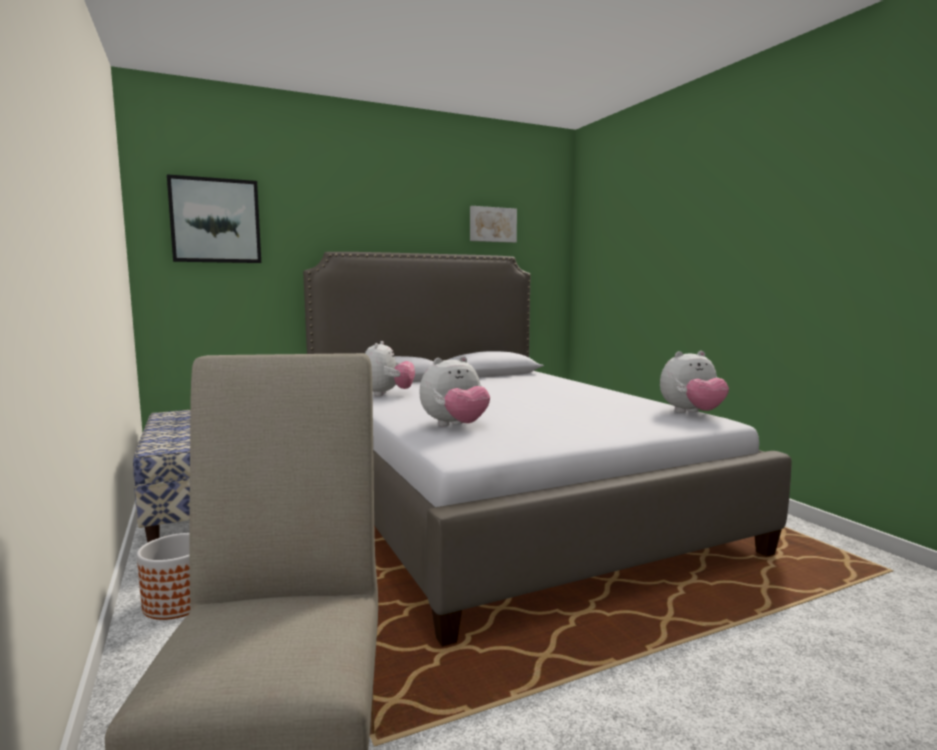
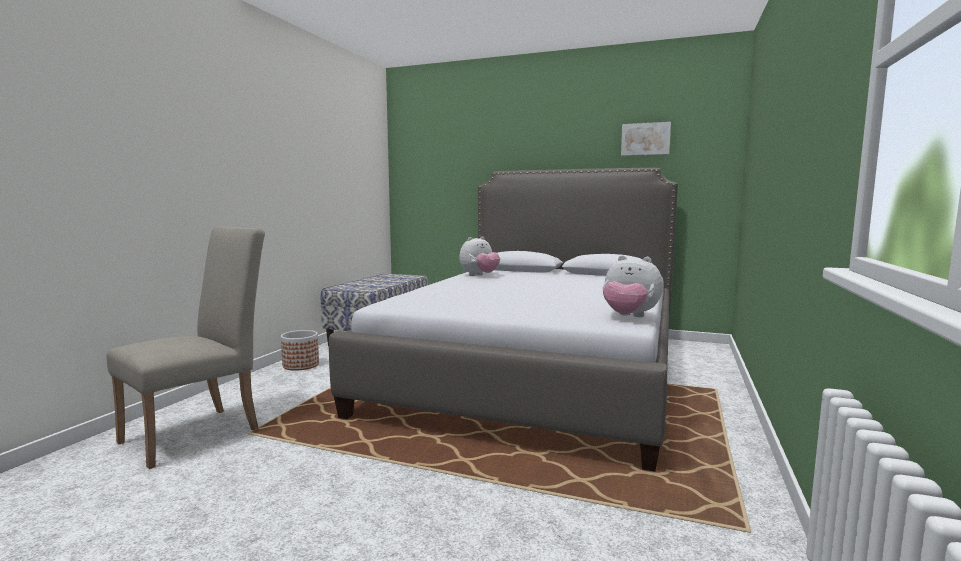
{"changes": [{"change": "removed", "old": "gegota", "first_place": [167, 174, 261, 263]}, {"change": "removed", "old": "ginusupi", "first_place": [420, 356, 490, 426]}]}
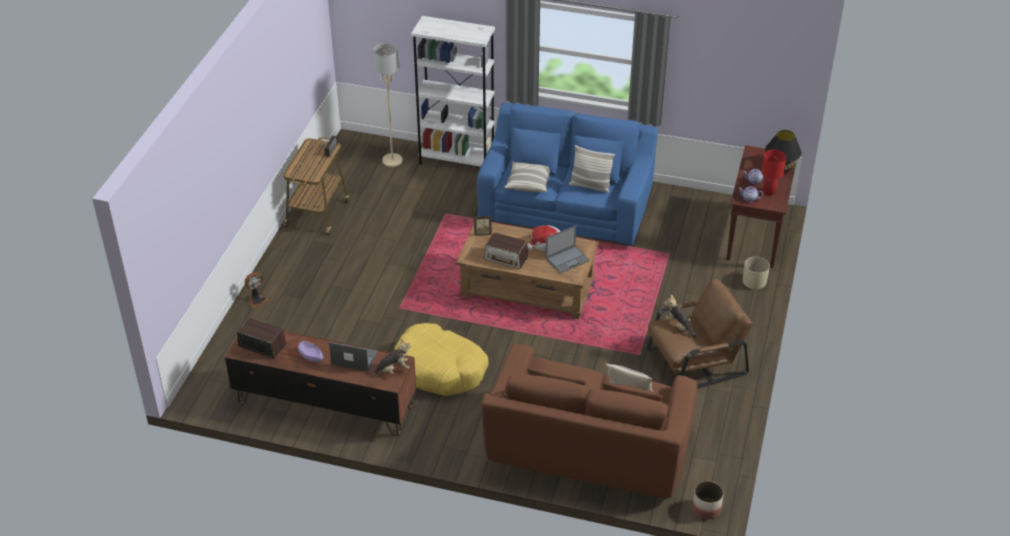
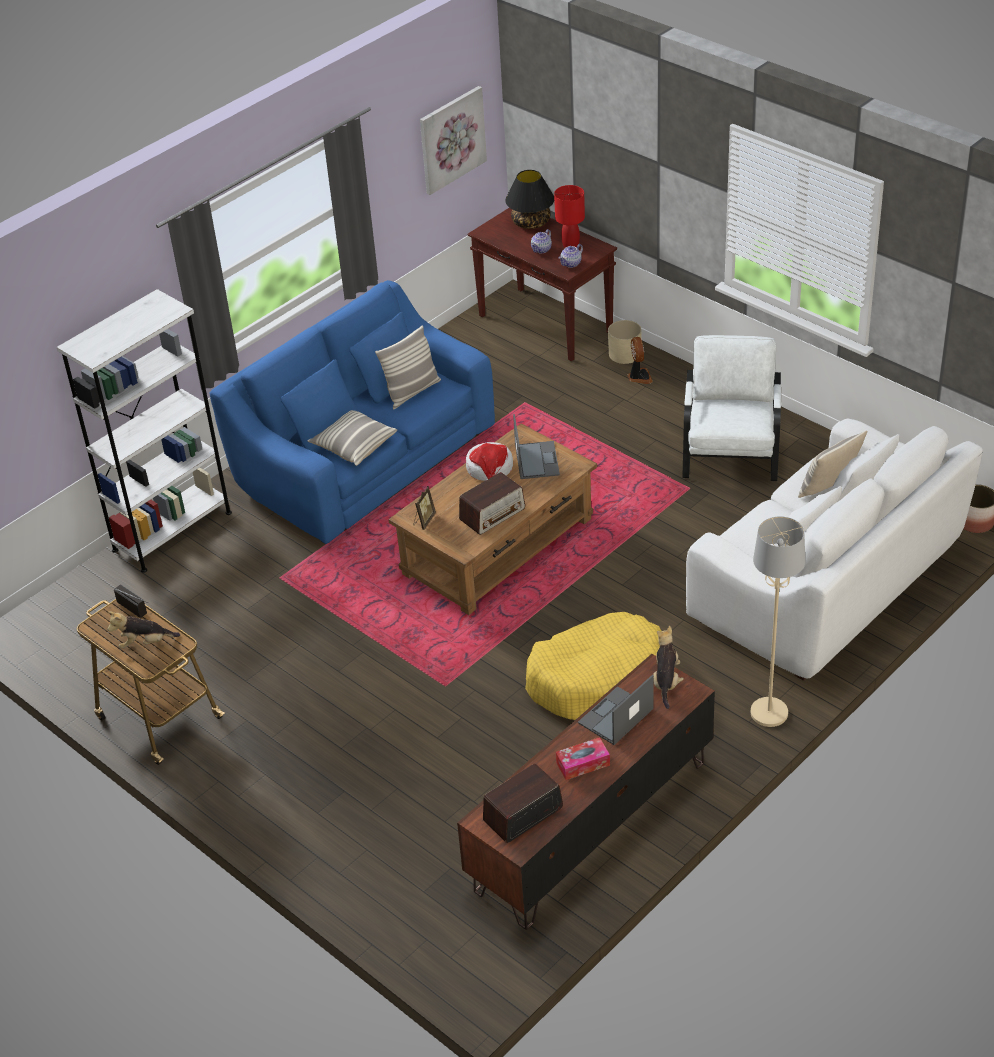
{"changes": [{"change": "added", "new": "gegota", "second_place": [420, 86, 487, 195]}, {"change": "moved", "old": "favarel", "first_place": [245, 272, 269, 308], "second_place": [627, 337, 653, 384]}, {"change": "moved", "old": "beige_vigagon", "first_place": [373, 43, 403, 167], "second_place": [750, 516, 805, 727]}, {"change": "moved", "old": "ginusupi", "first_place": [664, 294, 697, 338], "second_place": [107, 611, 180, 649]}, {"change": "replaced", "old": "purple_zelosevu", "new": "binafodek", "first_place": [298, 341, 323, 362], "second_place": [556, 737, 610, 780]}, {"change": "recoloured", "old": "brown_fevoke", "new": "white_fevoke", "first_place": [482, 344, 697, 499], "second_place": [686, 419, 983, 681]}, {"change": "recoloured", "old": "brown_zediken", "new": "white_zediken", "first_place": [647, 279, 752, 389], "second_place": [682, 335, 781, 481]}]}
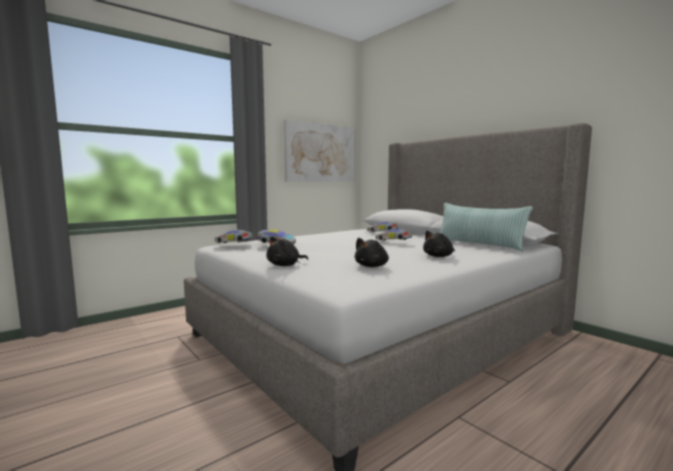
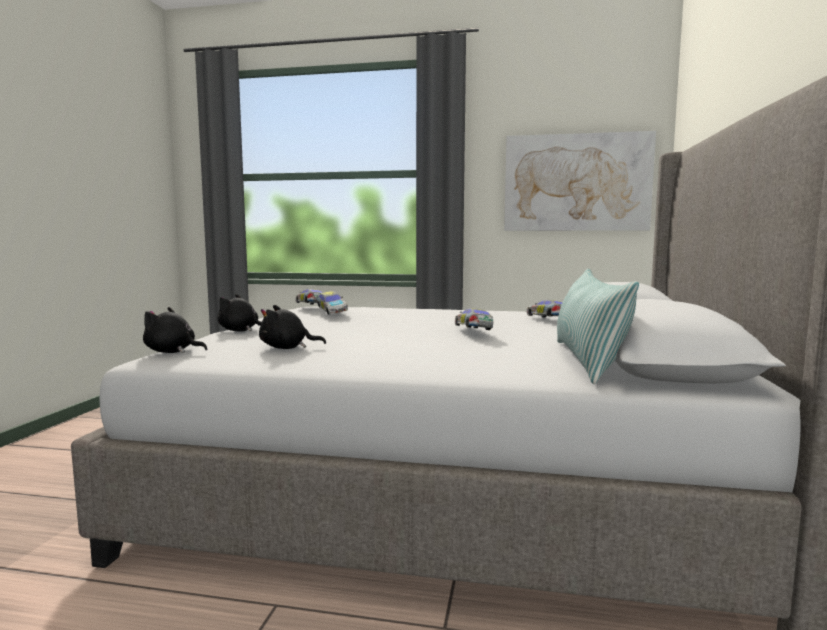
{"changes": [{"change": "moved", "old": "black_ginusupi", "first_place": [423, 231, 455, 257], "second_place": [143, 307, 207, 353]}]}
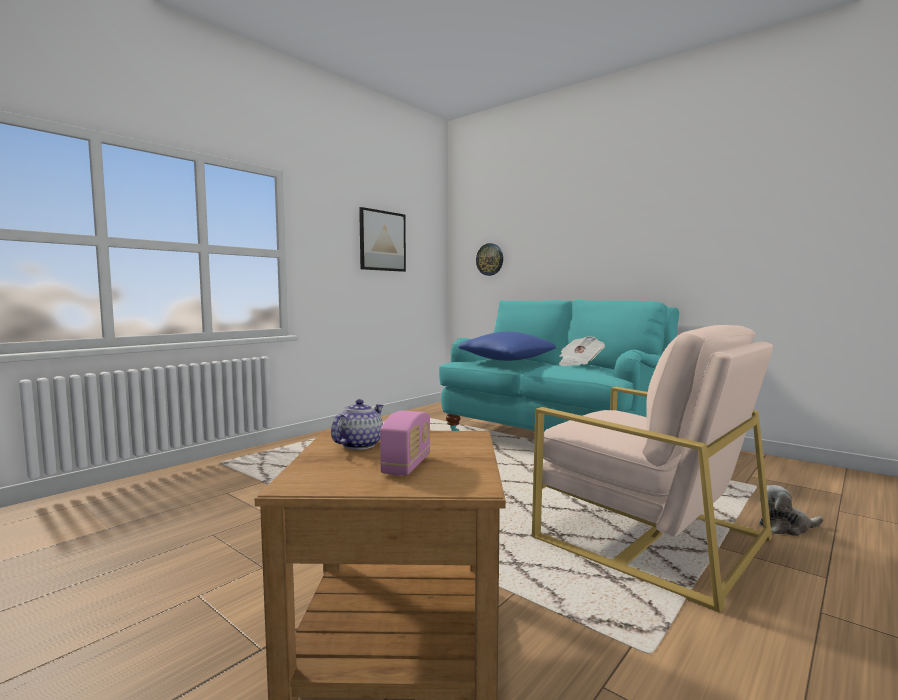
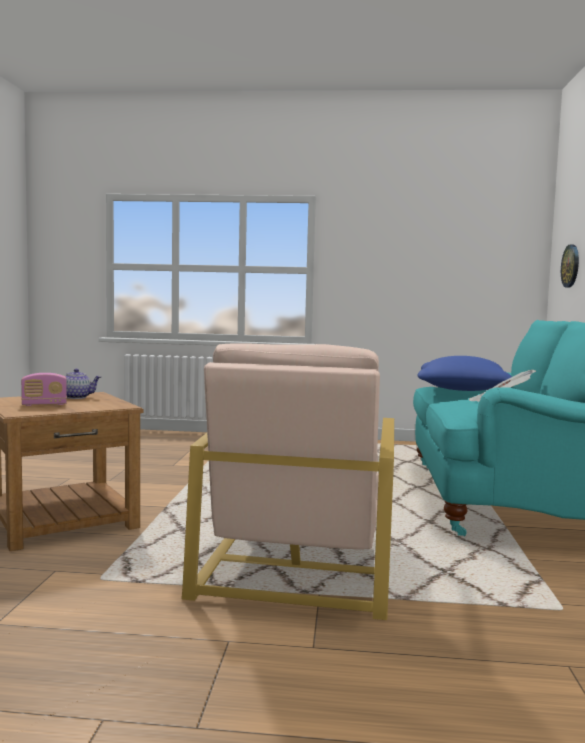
{"changes": [{"change": "removed", "old": "gegota", "first_place": [359, 207, 406, 272]}, {"change": "removed", "old": "ginusupi", "first_place": [760, 485, 823, 536]}]}
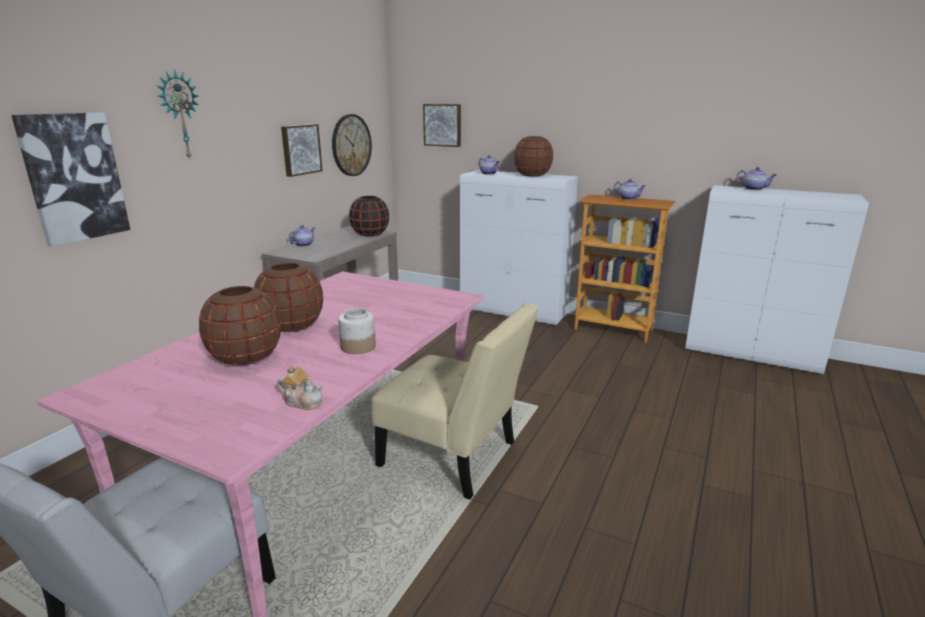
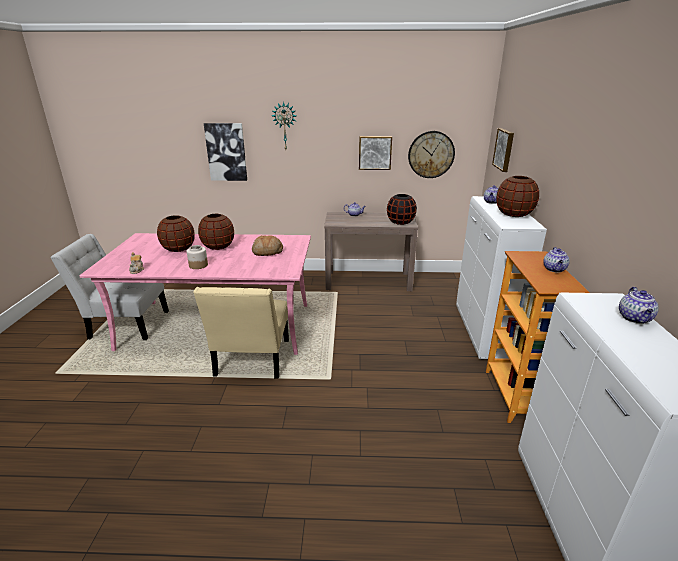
{"changes": [{"change": "added", "new": "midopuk", "second_place": [252, 235, 283, 256]}]}
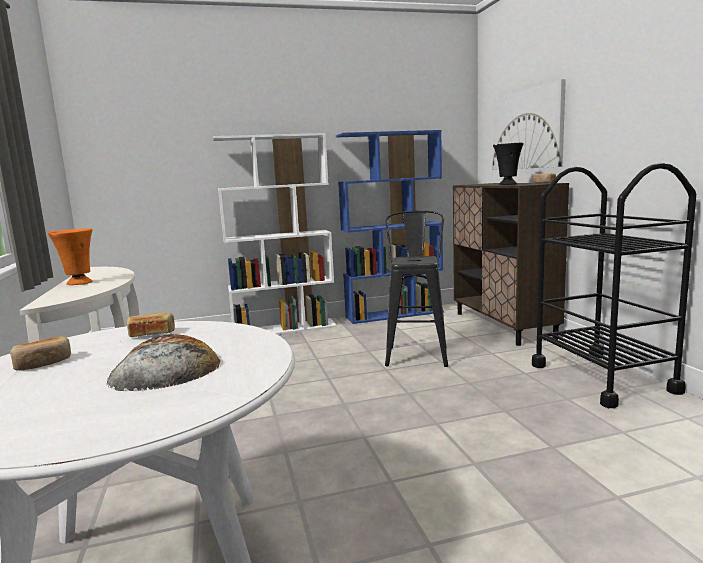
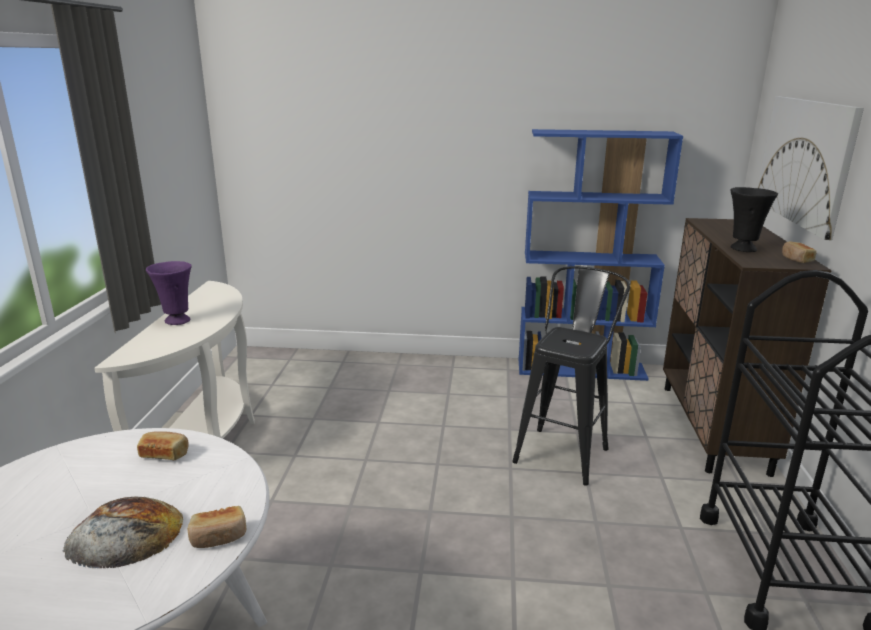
{"changes": [{"change": "removed", "old": "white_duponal", "first_place": [213, 133, 337, 335]}, {"change": "moved", "old": "midopuk", "first_place": [10, 337, 71, 370], "second_place": [187, 506, 247, 548]}, {"change": "recoloured", "old": "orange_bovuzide", "new": "purple_bovuzide", "first_place": [47, 228, 93, 285], "second_place": [146, 261, 191, 325]}]}
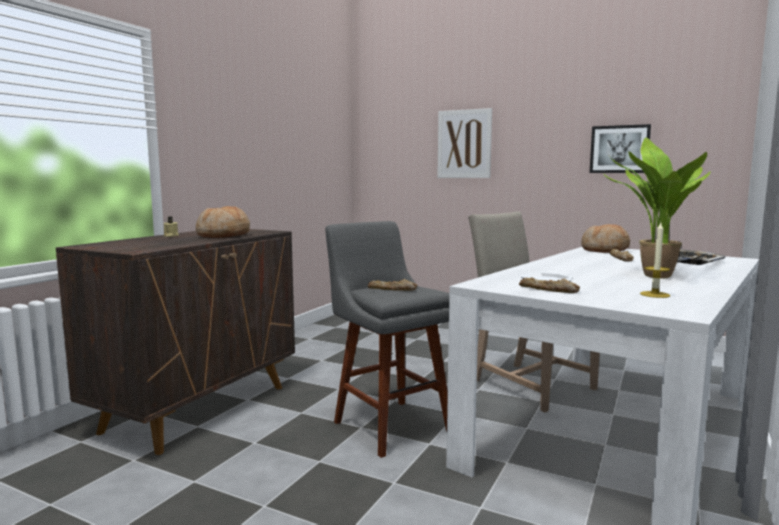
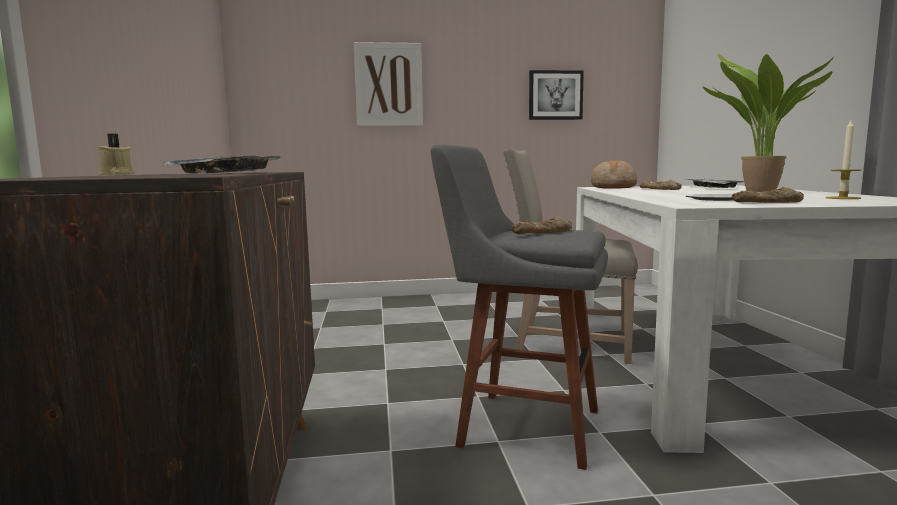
{"changes": [{"change": "replaced", "old": "midopuk", "new": "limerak", "first_place": [196, 206, 250, 238], "second_place": [163, 155, 280, 174]}]}
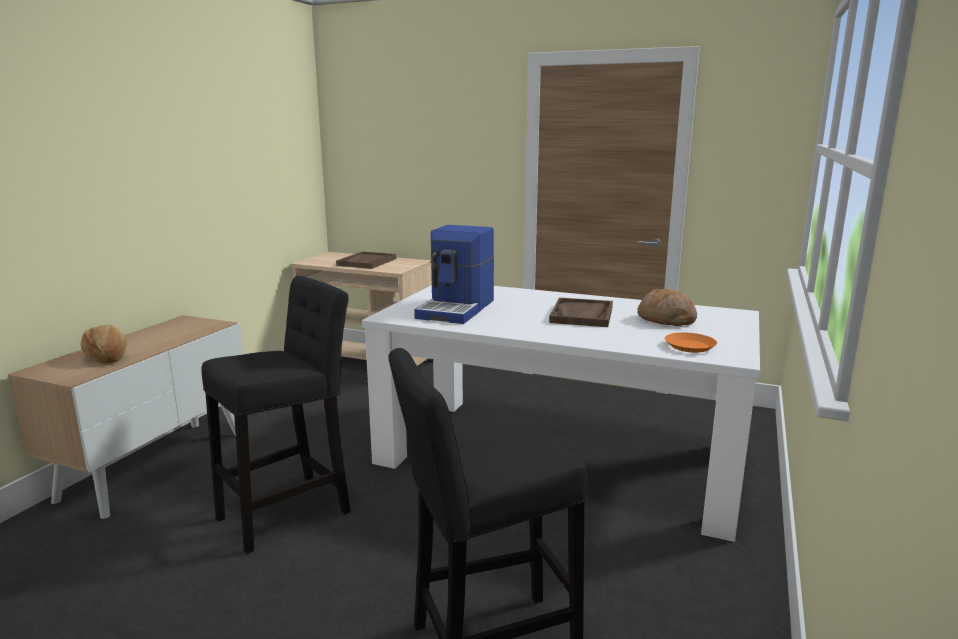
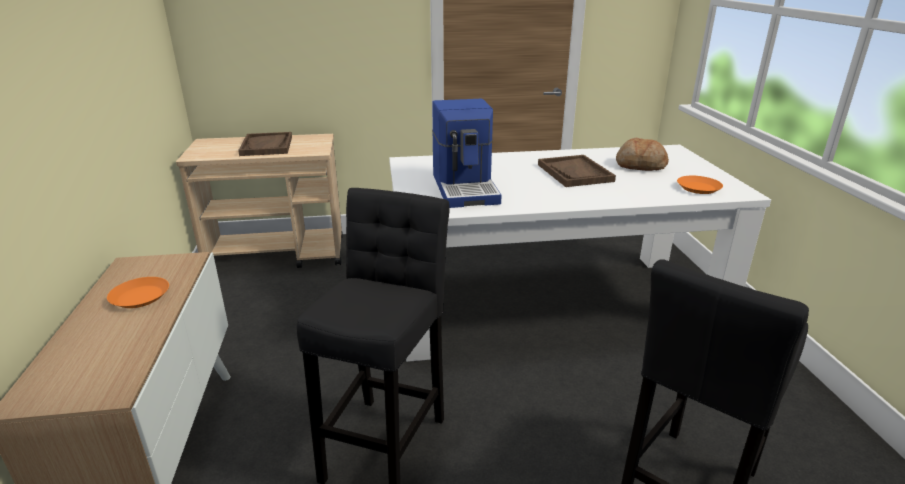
{"changes": [{"change": "removed", "old": "midopuk", "first_place": [81, 324, 127, 364]}, {"change": "added", "new": "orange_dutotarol", "second_place": [107, 277, 169, 308]}]}
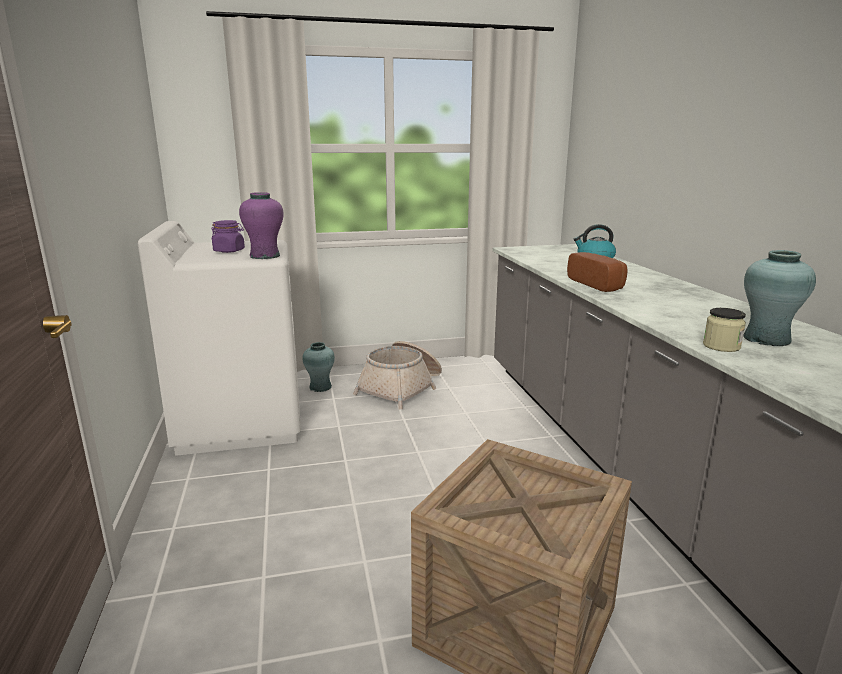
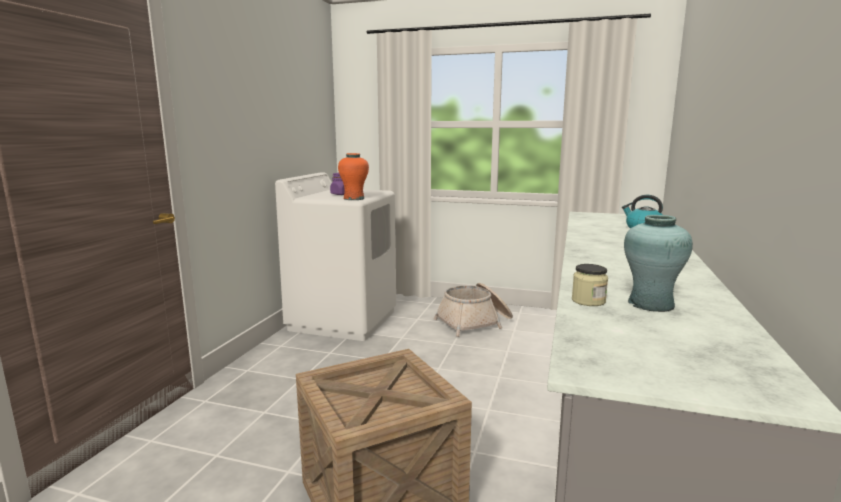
{"changes": [{"change": "removed", "old": "turquoise_bovuzide", "first_place": [302, 342, 335, 392]}, {"change": "removed", "old": "midopuk", "first_place": [567, 252, 627, 292]}, {"change": "recoloured", "old": "purple_bovuzide", "new": "orange_bovuzide", "first_place": [239, 192, 284, 259], "second_place": [338, 153, 369, 200]}]}
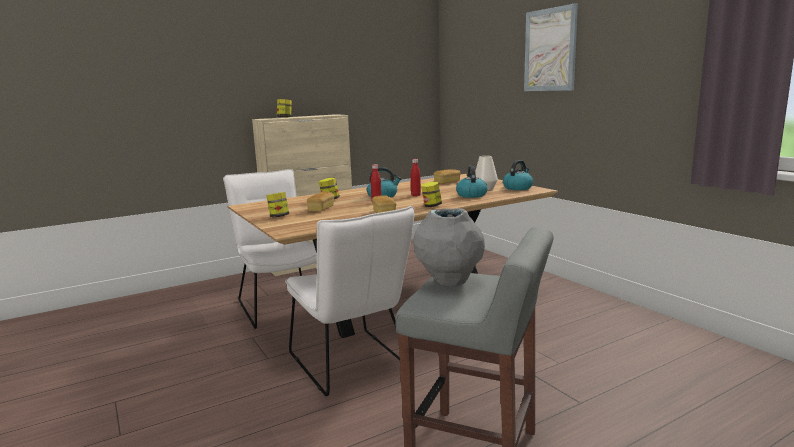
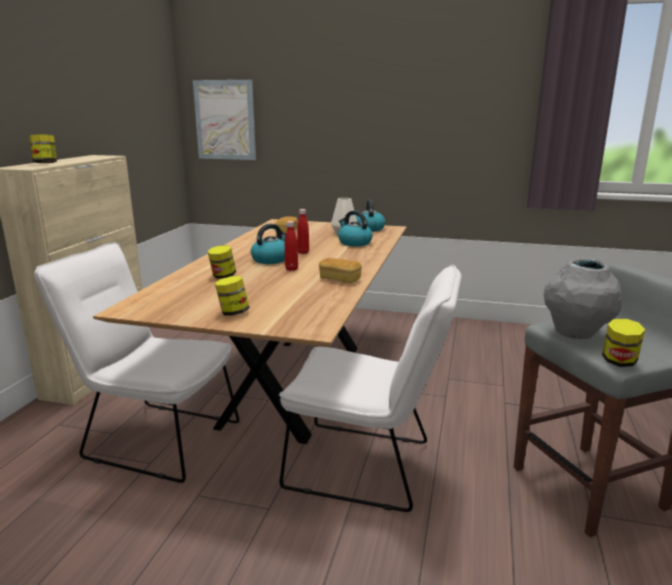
{"changes": [{"change": "removed", "old": "midopuk", "first_place": [307, 191, 334, 212]}, {"change": "moved", "old": "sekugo", "first_place": [421, 181, 442, 207], "second_place": [602, 318, 645, 367]}, {"change": "moved", "old": "gegota", "first_place": [524, 3, 578, 91], "second_place": [193, 80, 256, 160]}]}
